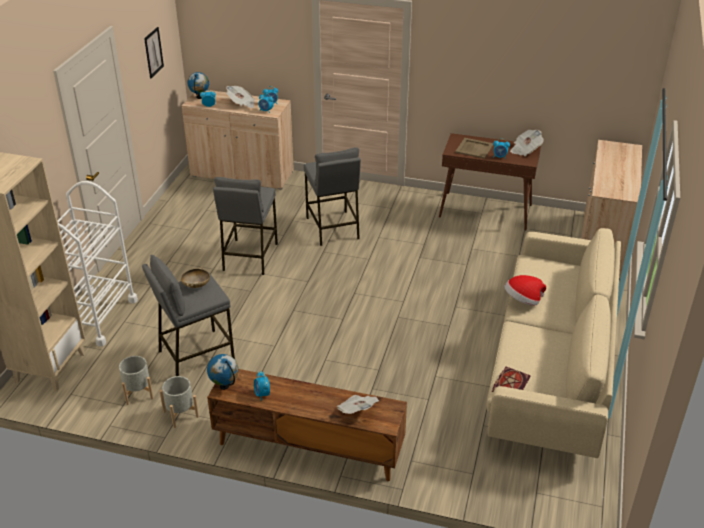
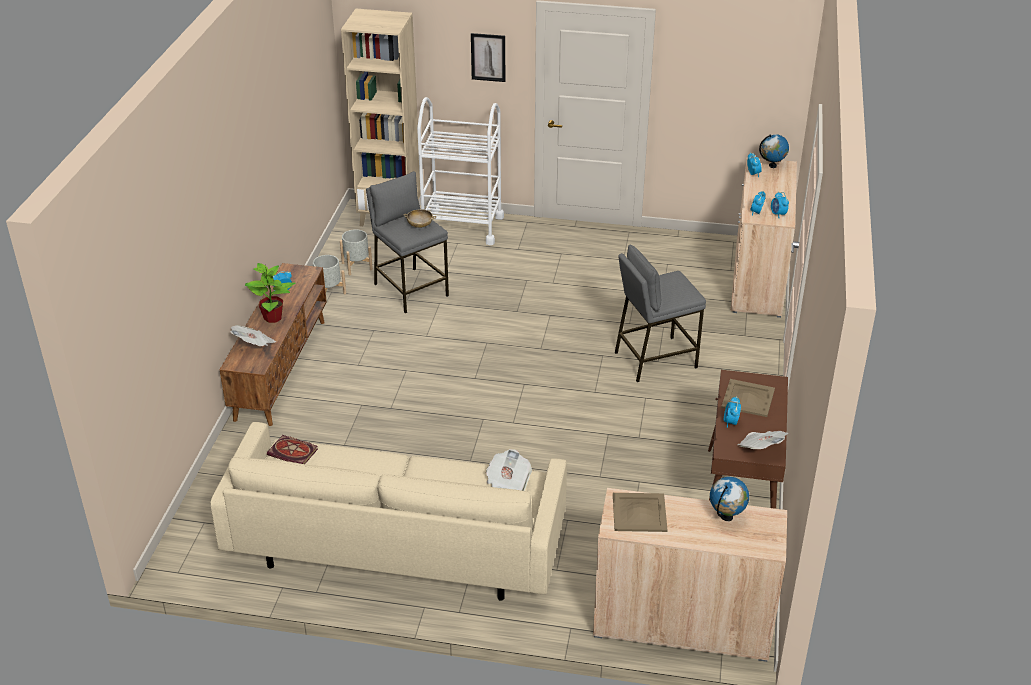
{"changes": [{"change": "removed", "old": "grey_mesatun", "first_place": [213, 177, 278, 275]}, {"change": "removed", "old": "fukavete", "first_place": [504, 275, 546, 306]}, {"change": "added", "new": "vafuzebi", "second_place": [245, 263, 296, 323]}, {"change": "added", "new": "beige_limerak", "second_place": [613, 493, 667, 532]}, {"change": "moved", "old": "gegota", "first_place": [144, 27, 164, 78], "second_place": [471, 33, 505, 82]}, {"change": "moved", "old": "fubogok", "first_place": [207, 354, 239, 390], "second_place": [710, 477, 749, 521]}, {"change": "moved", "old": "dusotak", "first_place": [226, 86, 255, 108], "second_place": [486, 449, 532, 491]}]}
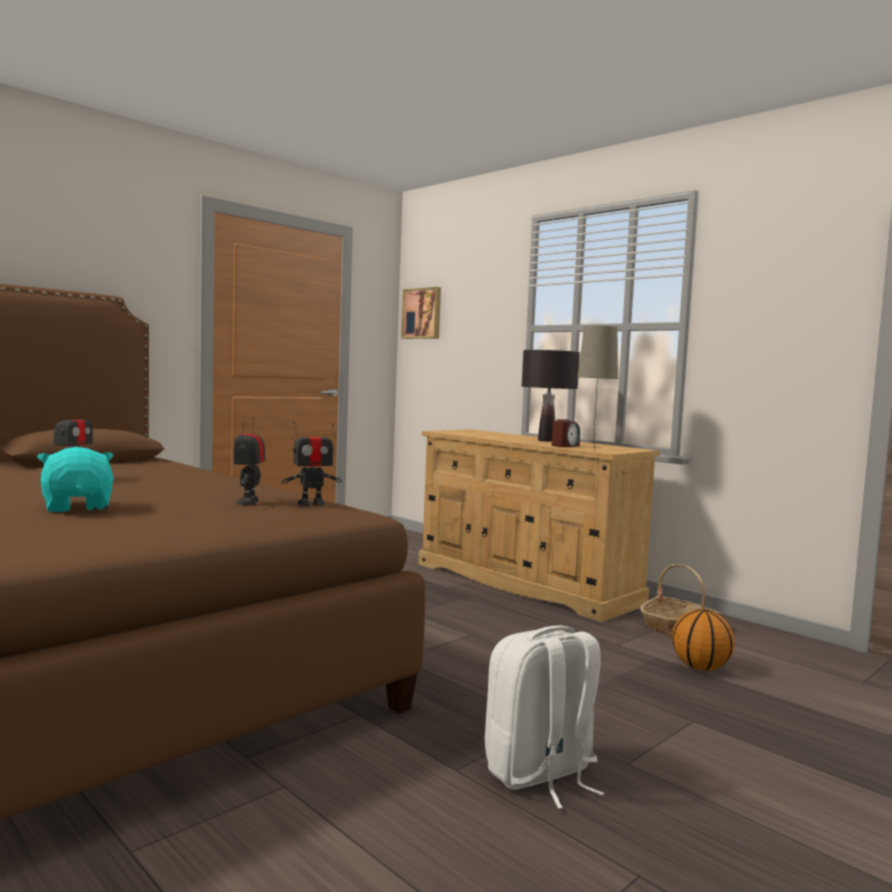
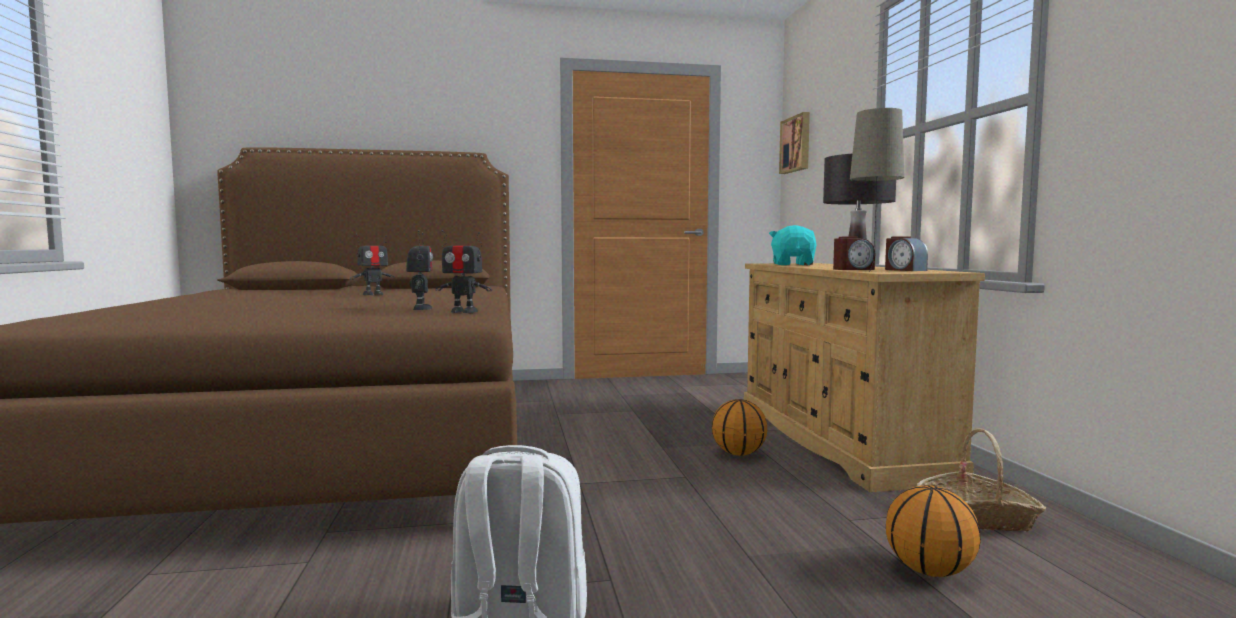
{"changes": [{"change": "added", "new": "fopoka", "second_place": [712, 399, 767, 456]}, {"change": "added", "new": "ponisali", "second_place": [885, 236, 928, 271]}, {"change": "moved", "old": "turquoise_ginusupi", "first_place": [37, 447, 114, 512], "second_place": [769, 225, 817, 265]}, {"change": "turned", "old": "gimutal", "first_place": [233, 418, 266, 505], "second_place": [406, 230, 433, 310], "degrees": 135}]}
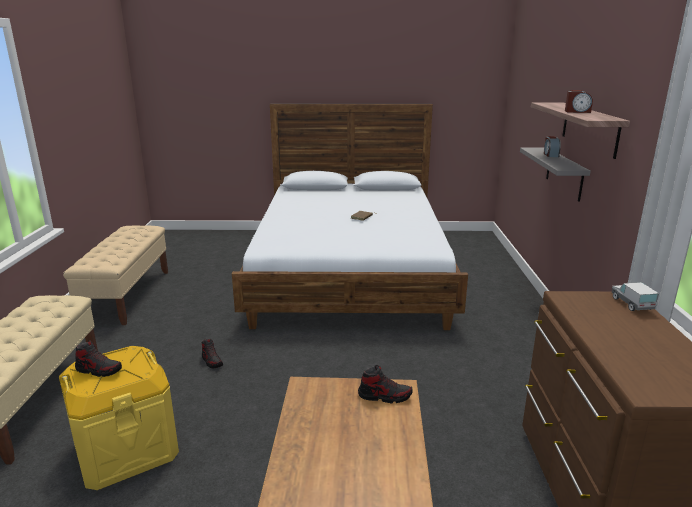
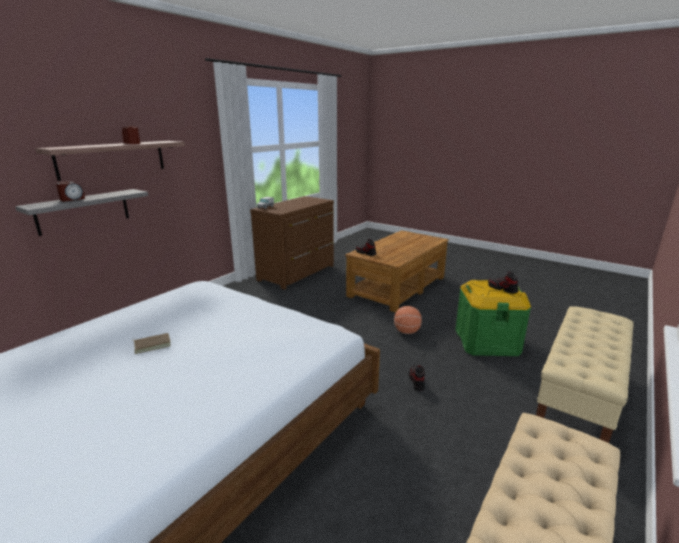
{"changes": [{"change": "added", "new": "fopoka", "second_place": [394, 306, 422, 334]}, {"change": "recoloured", "old": "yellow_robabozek", "new": "green_robabozek", "first_place": [59, 346, 179, 490], "second_place": [455, 280, 531, 356]}]}
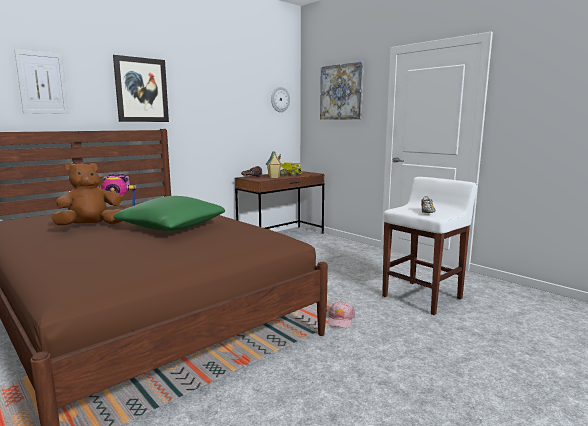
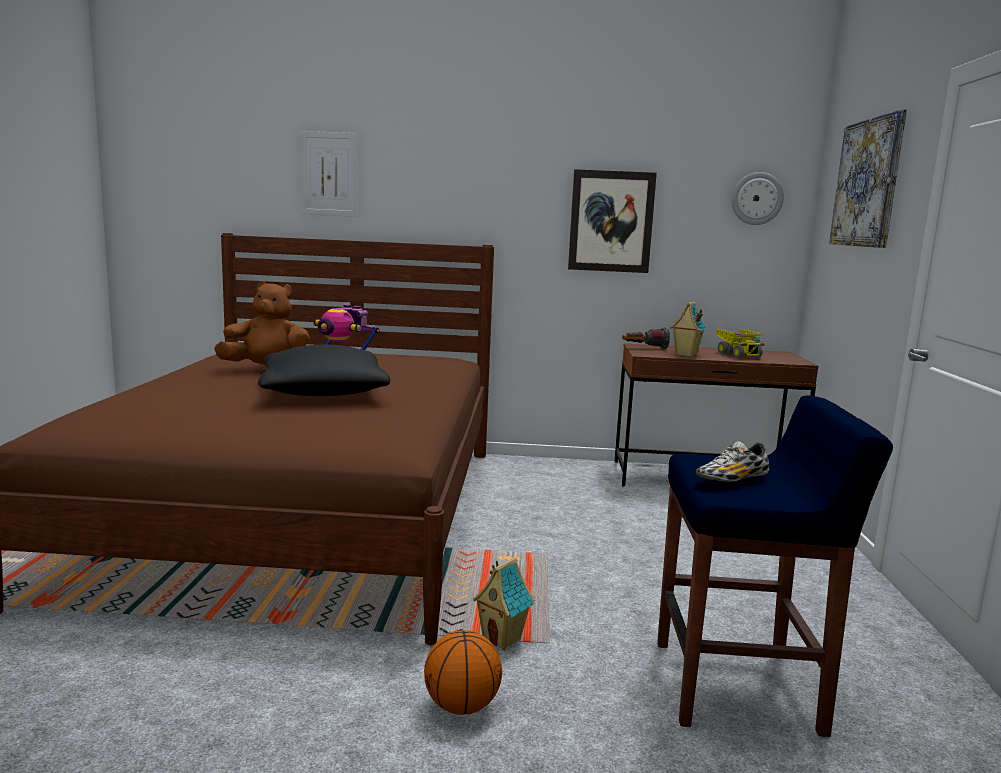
{"changes": [{"change": "added", "new": "fopoka", "second_place": [424, 630, 502, 715]}, {"change": "moved", "old": "gegota", "first_place": [113, 55, 169, 122], "second_place": [568, 169, 657, 273]}, {"change": "replaced", "old": "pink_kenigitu", "new": "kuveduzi", "first_place": [328, 301, 355, 328], "second_place": [473, 557, 535, 650]}, {"change": "recoloured", "old": "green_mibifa", "new": "black_mibifa", "first_place": [113, 196, 225, 231], "second_place": [258, 345, 391, 396]}, {"change": "recoloured", "old": "white_mesatun", "new": "blue_mesatun", "first_place": [382, 177, 478, 315], "second_place": [657, 396, 893, 737]}]}
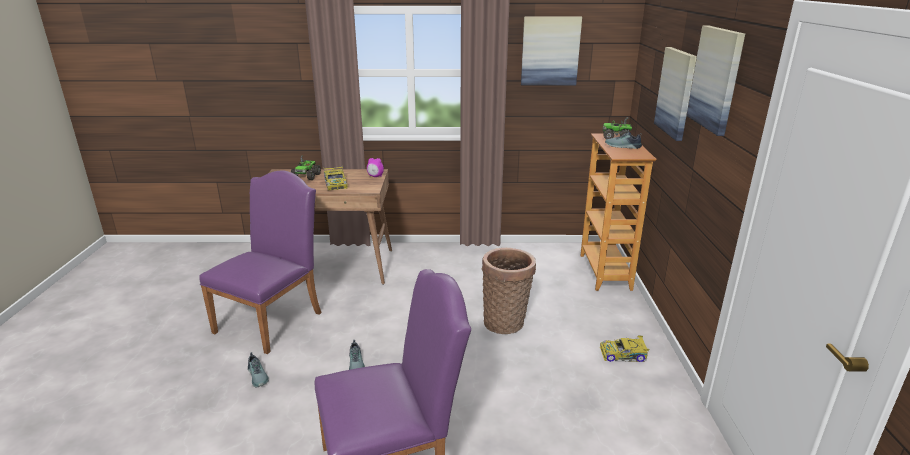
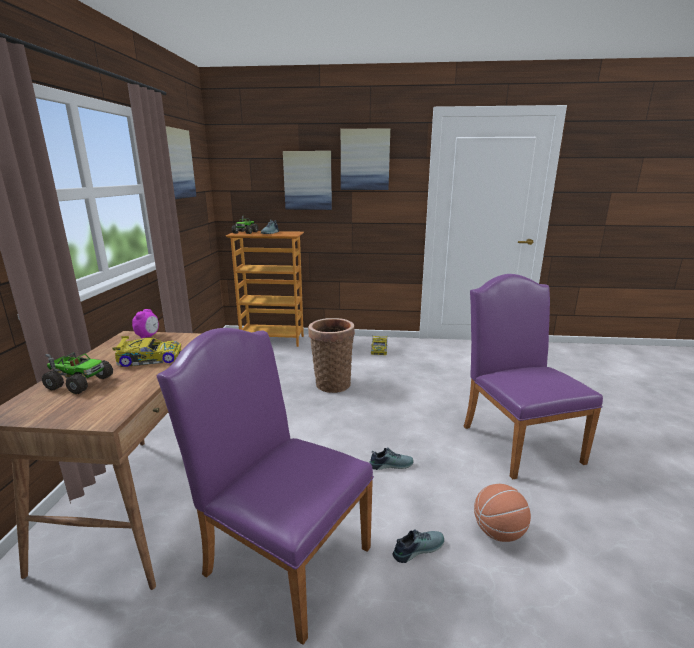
{"changes": [{"change": "added", "new": "fopoka", "second_place": [474, 484, 531, 542]}]}
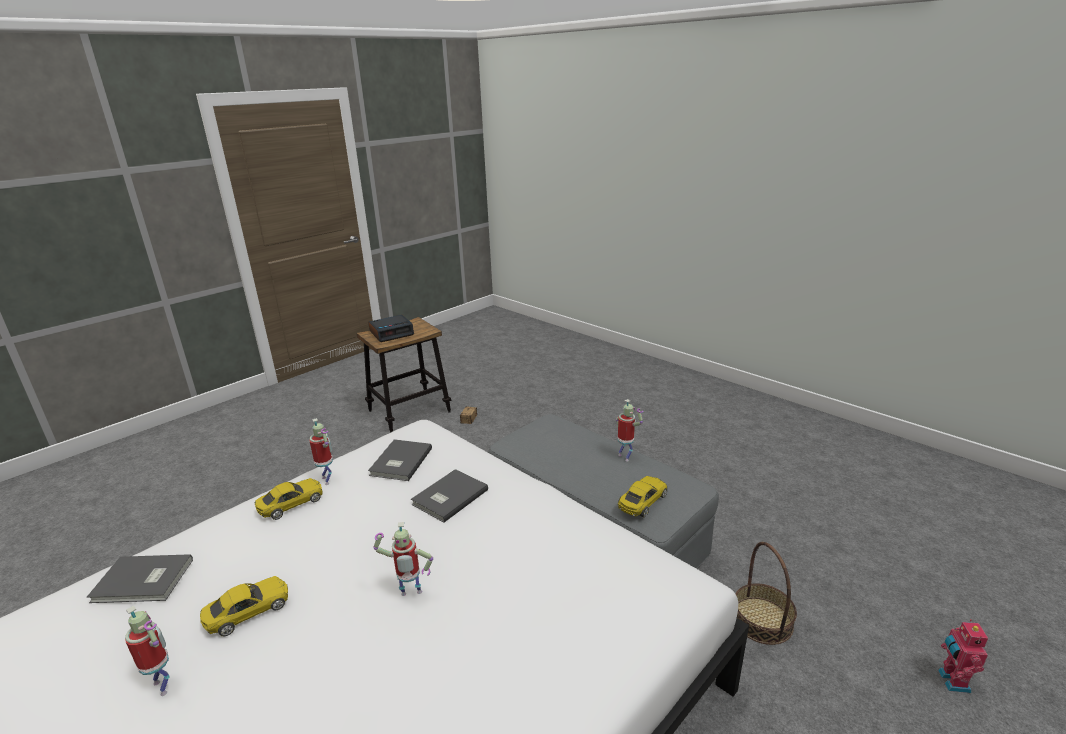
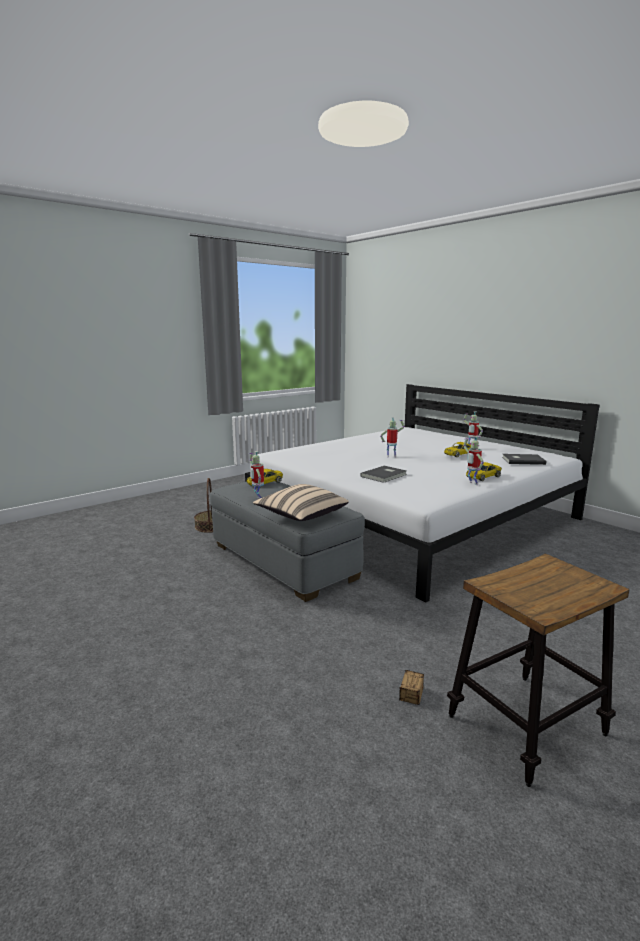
{"changes": [{"change": "removed", "old": "ponisali", "first_place": [368, 315, 414, 342]}, {"change": "removed", "old": "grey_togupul", "first_place": [368, 439, 432, 481]}, {"change": "removed", "old": "gimutal", "first_place": [938, 619, 988, 693]}, {"change": "added", "new": "beige_mibifa", "second_place": [253, 484, 349, 521]}]}
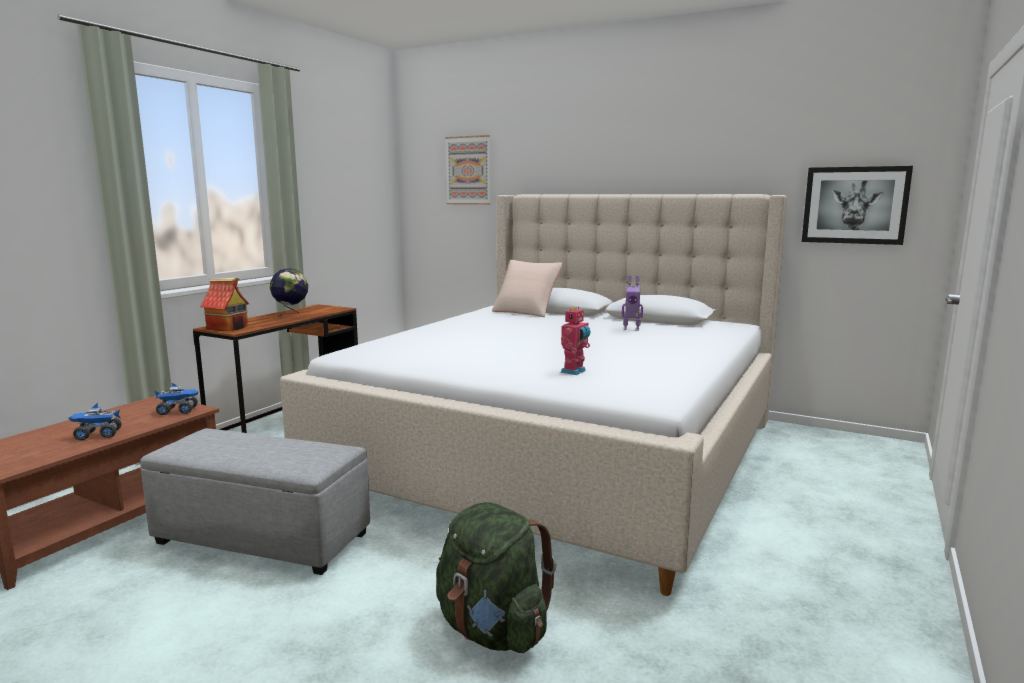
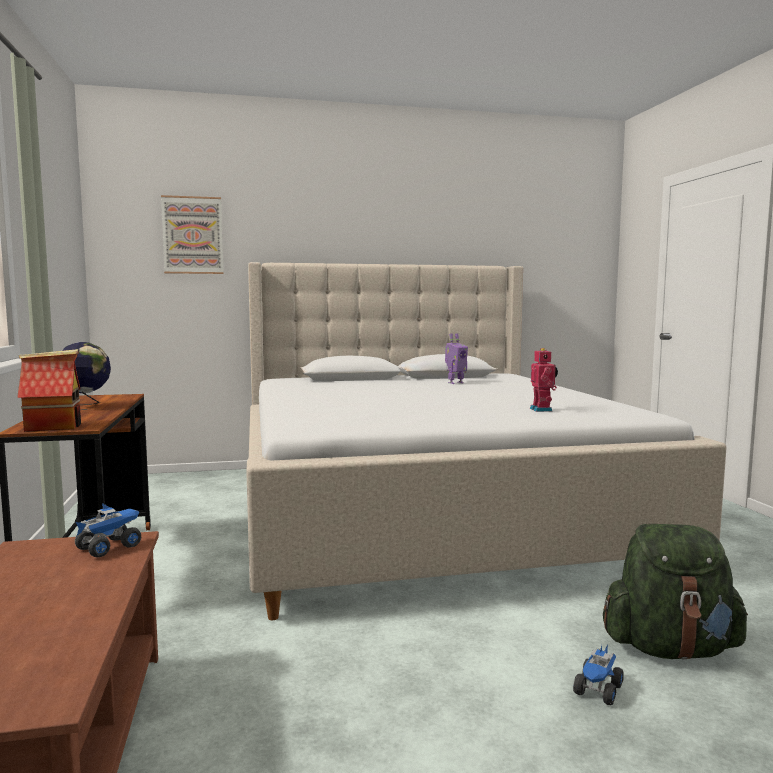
{"changes": [{"change": "removed", "old": "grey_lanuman", "first_place": [140, 428, 370, 575]}, {"change": "removed", "old": "beige_mibifa", "first_place": [492, 260, 563, 317]}, {"change": "removed", "old": "gegota", "first_place": [802, 166, 913, 245]}, {"change": "moved", "old": "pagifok", "first_place": [69, 403, 122, 440], "second_place": [573, 644, 624, 705]}]}
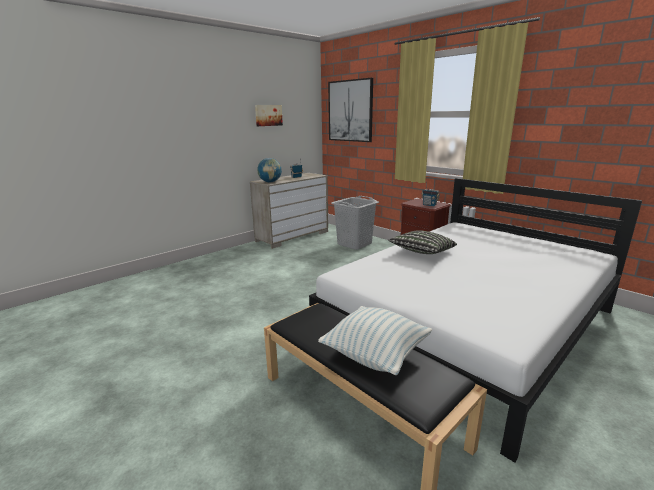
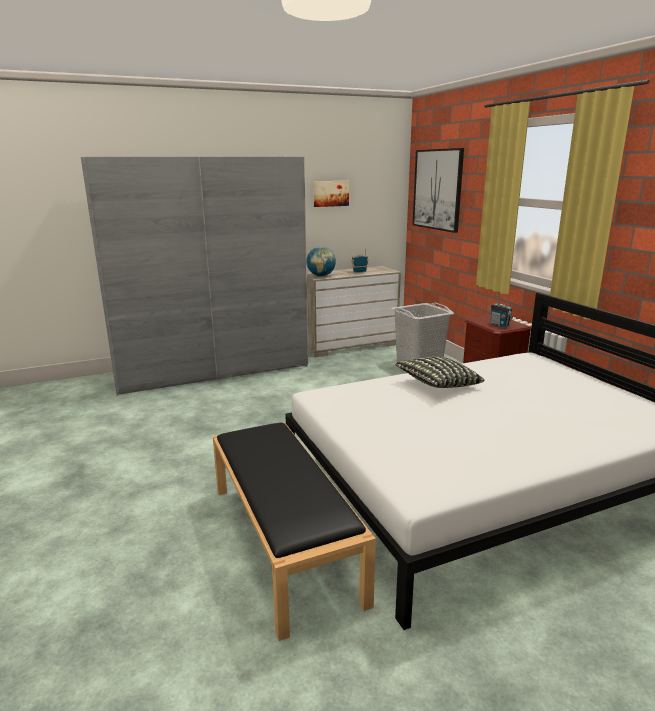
{"changes": [{"change": "removed", "old": "mibifa", "first_place": [318, 306, 432, 375]}, {"change": "added", "new": "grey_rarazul", "second_place": [81, 156, 308, 396]}]}
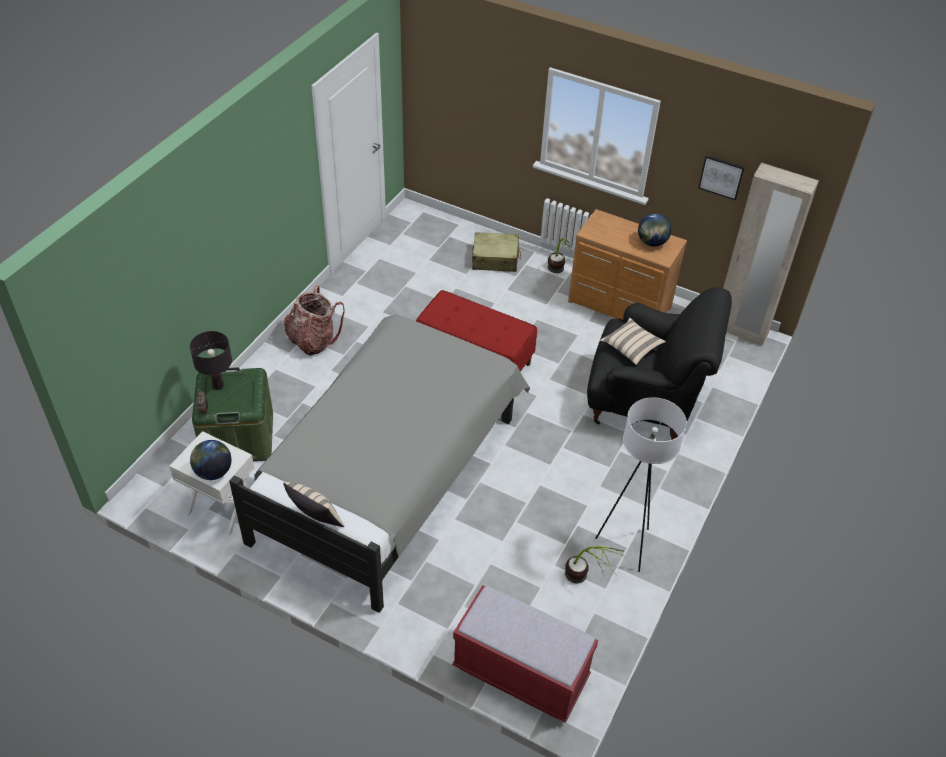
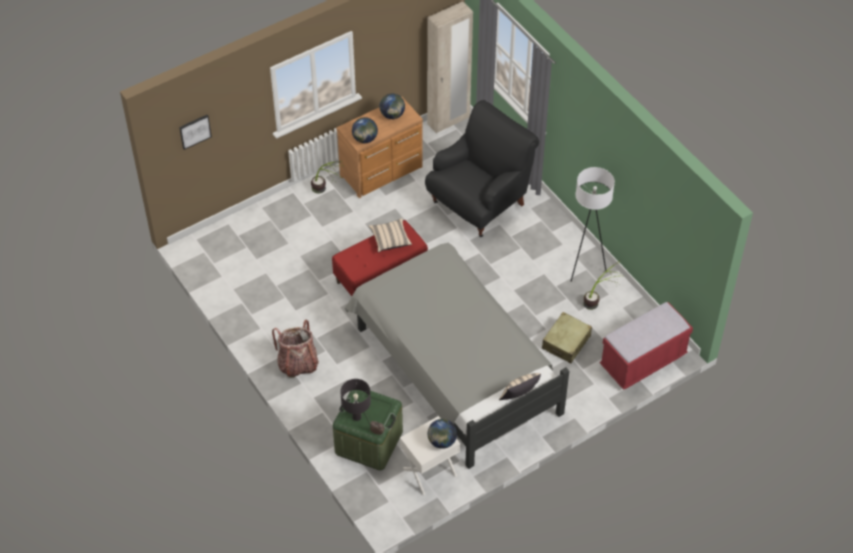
{"changes": [{"change": "added", "new": "fubogok", "second_place": [352, 117, 378, 143]}, {"change": "moved", "old": "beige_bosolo", "first_place": [472, 232, 521, 272], "second_place": [542, 312, 592, 363]}, {"change": "moved", "old": "beige_mibifa", "first_place": [600, 318, 666, 365], "second_place": [369, 218, 412, 252]}, {"change": "moved", "old": "gegota", "first_place": [698, 155, 745, 200], "second_place": [179, 115, 212, 150]}]}
